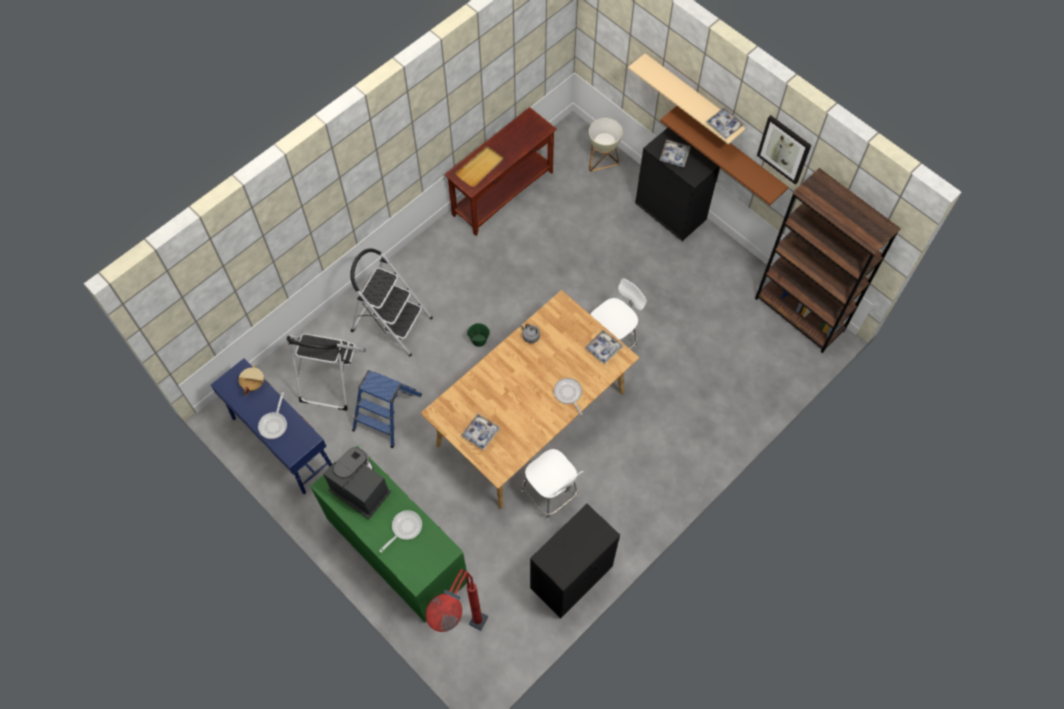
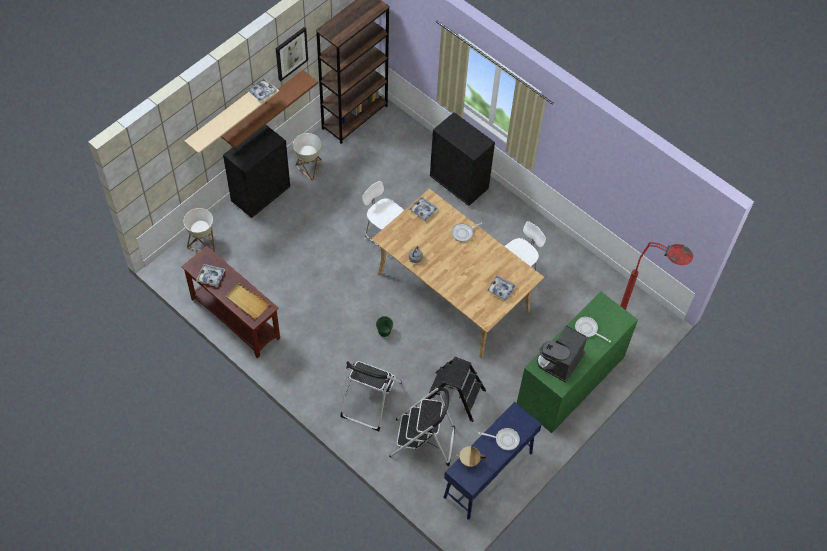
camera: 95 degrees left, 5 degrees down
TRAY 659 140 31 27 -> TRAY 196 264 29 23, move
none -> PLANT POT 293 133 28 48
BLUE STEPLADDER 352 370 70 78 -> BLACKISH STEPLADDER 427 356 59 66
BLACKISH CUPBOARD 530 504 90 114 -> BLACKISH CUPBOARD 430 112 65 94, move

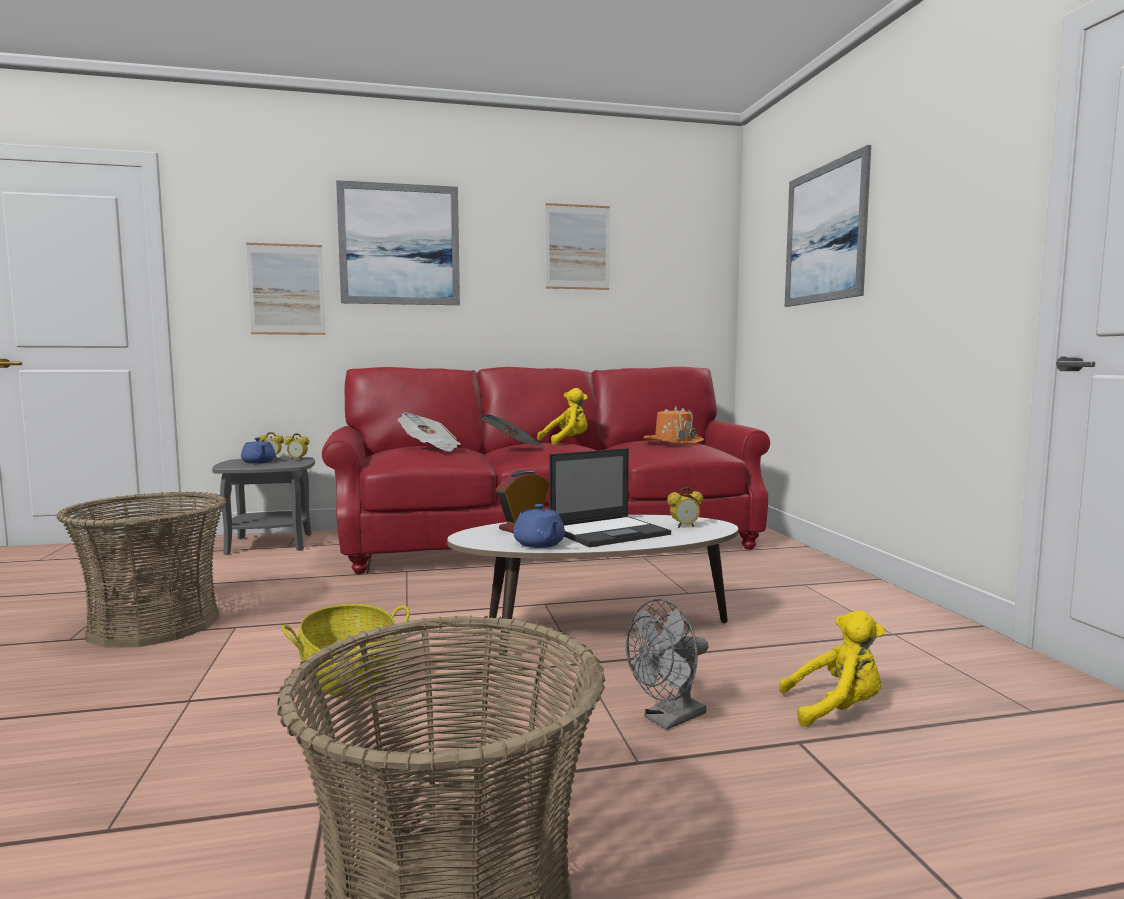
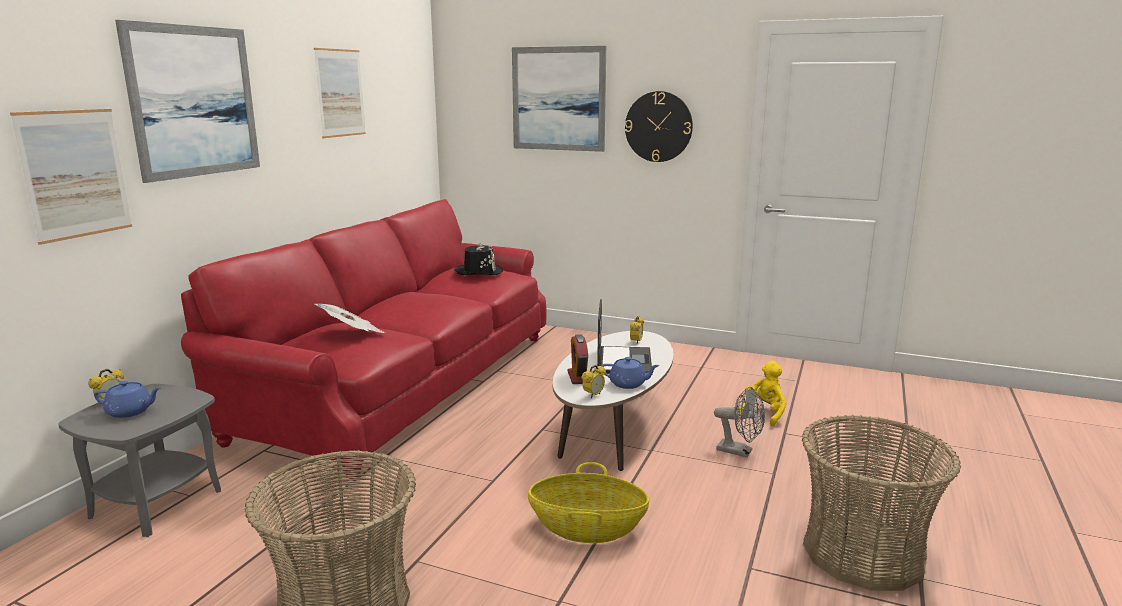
camera: 55 degrees left, 10 degrees up
ORANGEY CLOTHING HAT 643 406 61 38 -> BLACKISH CLOTHING HAT 454 242 49 33
ALARM CLOCK 285 433 24 27 -> ALARM CLOCK 582 365 24 33, move
none -> HANGING CLOCK 625 91 68 71
GREYISH FAN 626 599 83 131 -> GREYISH FAN 714 387 51 71, 60 degrees counterclockwise
NEWSPAPER 481 414 63 32 -> none
YELLOW-COLOURED PLUSH TOY 537 388 51 57 -> none

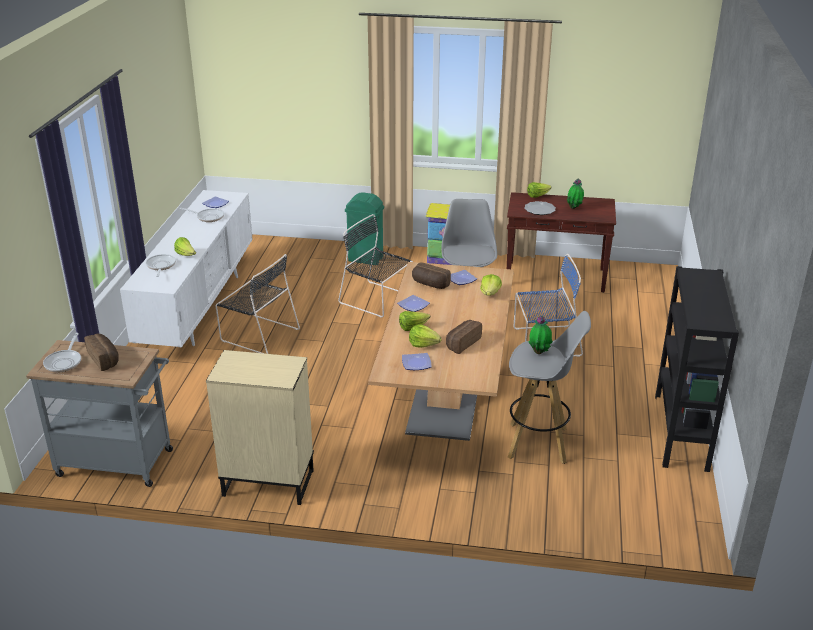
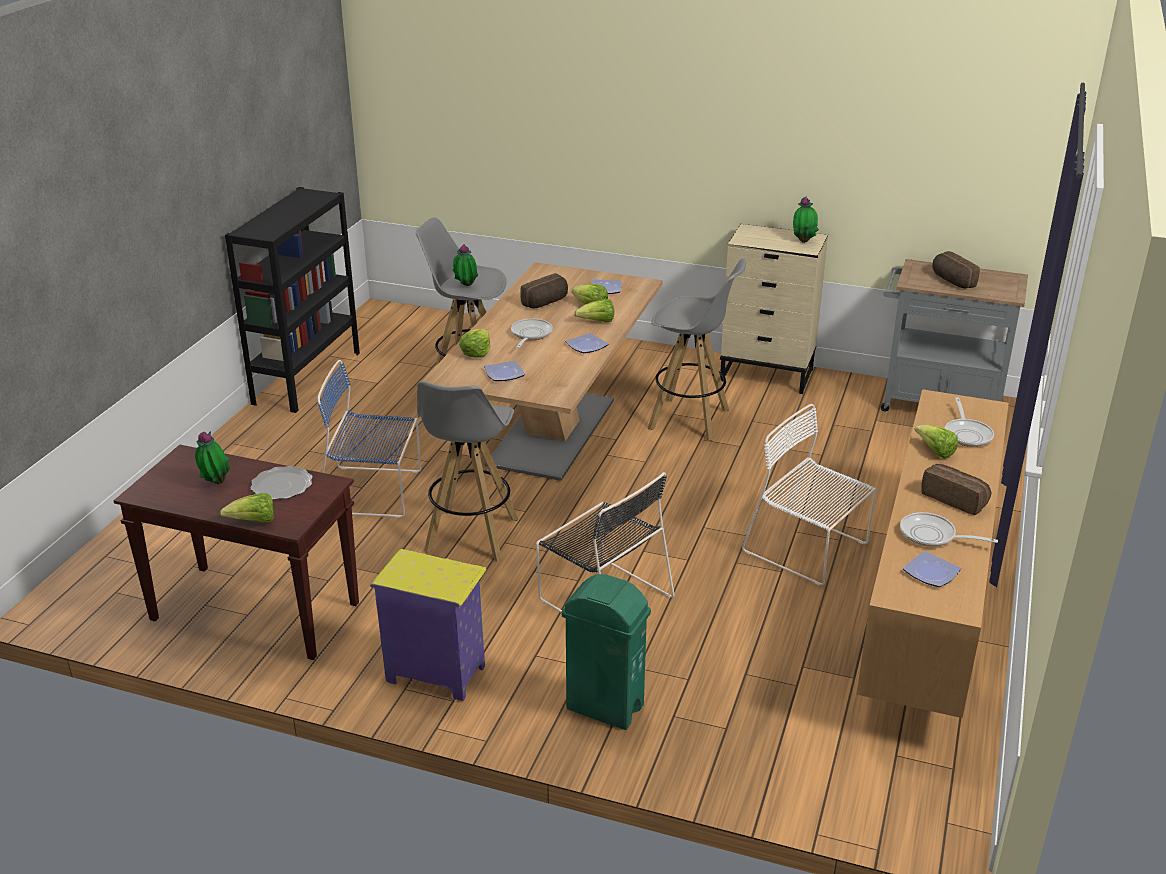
camera: 170 degrees left, 0 degrees up
PAN 43 333 38 39 -> PAN 511 318 42 30, move
none -> GREYISH STOOL 648 258 98 183
BLACKISH CHAIR 216 254 84 100 -> WHITE CHAIR 742 404 135 181
none -> POTTED PLANT 793 197 26 46
WHITE CUPBOARD 120 190 133 157 -> BROWN-COLOURED CUPBOARD 856 389 153 329
BAKERY BREAD 412 262 39 27 -> BAKERY BREAD 921 464 70 51, move

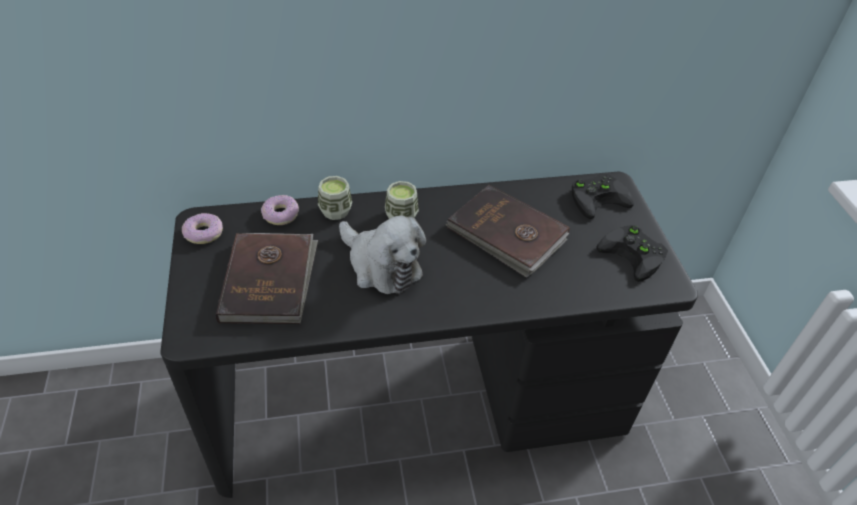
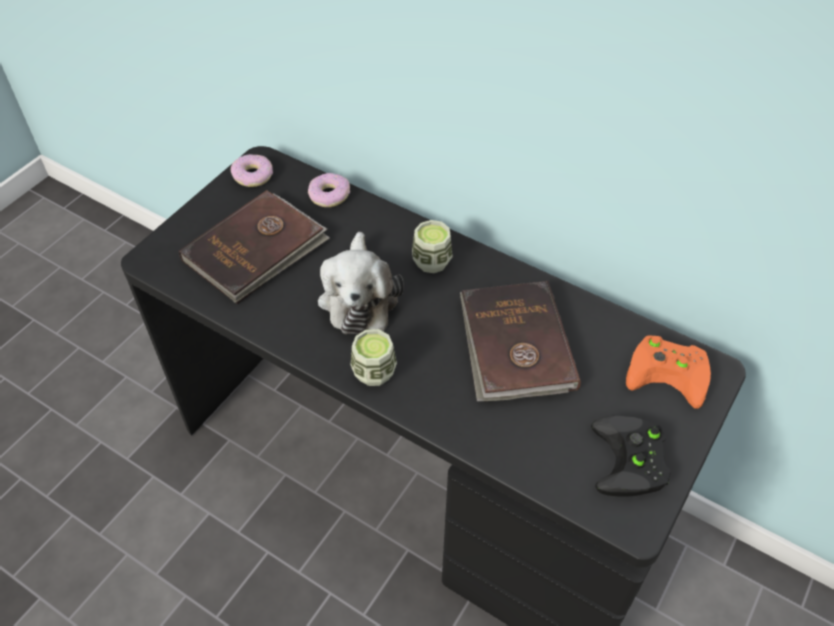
camera: 45 degrees right, 5 degrees up
SMALL CUP 318 176 34 44 -> SMALL CUP 351 329 46 57, move
BLACKISH GAMEPAD 572 174 62 45 -> ORANGEY GAMEPAD 626 335 85 74

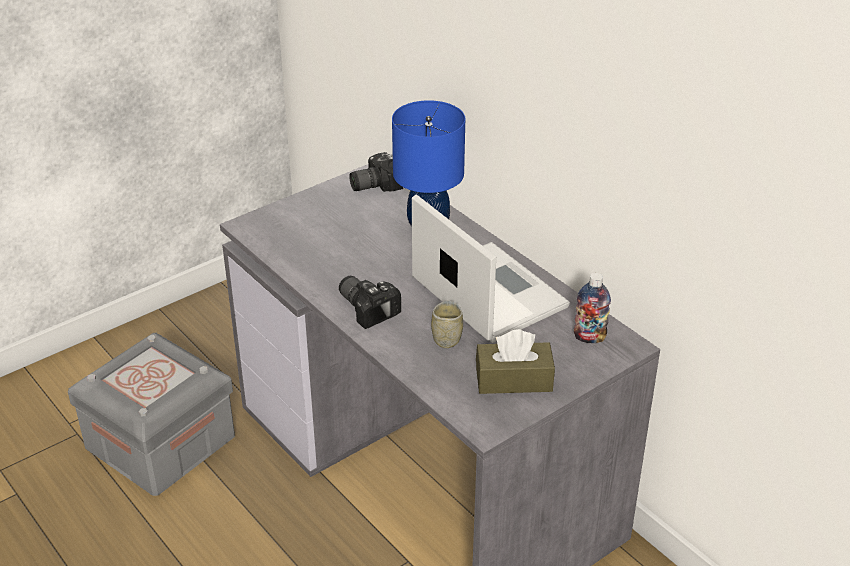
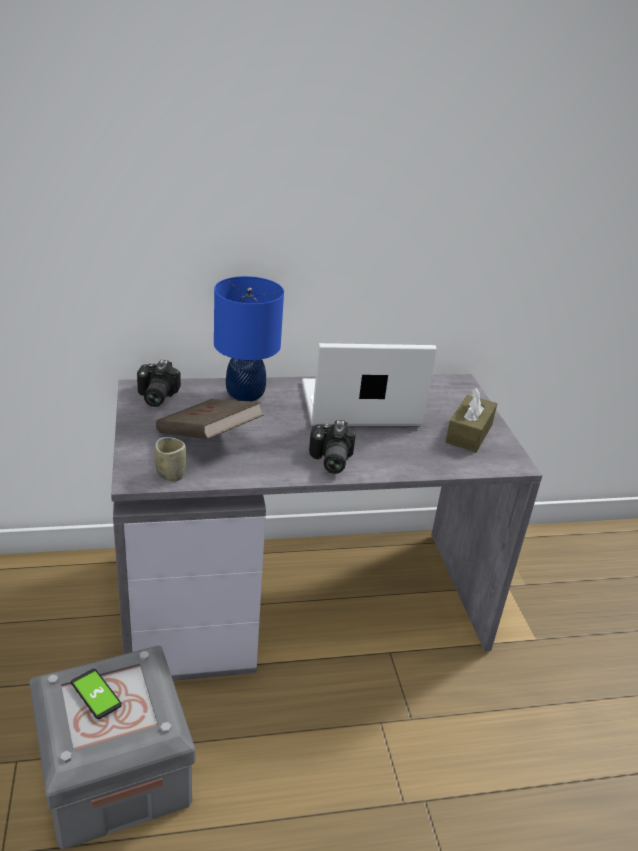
camera: 65 degrees left, 5 degrees down
none -> TELEPHONE 71 669 51 50
SMALL CUP 431 301 32 47 -> SMALL CUP 155 437 31 44, move
none -> BROWN-COLOURED BOUND BOOK 156 399 108 40
STILL CAMERA 339 276 62 53 -> STILL CAMERA 309 420 47 54, 75 degrees counterclockwise
BOTTLE 574 273 37 70 -> none

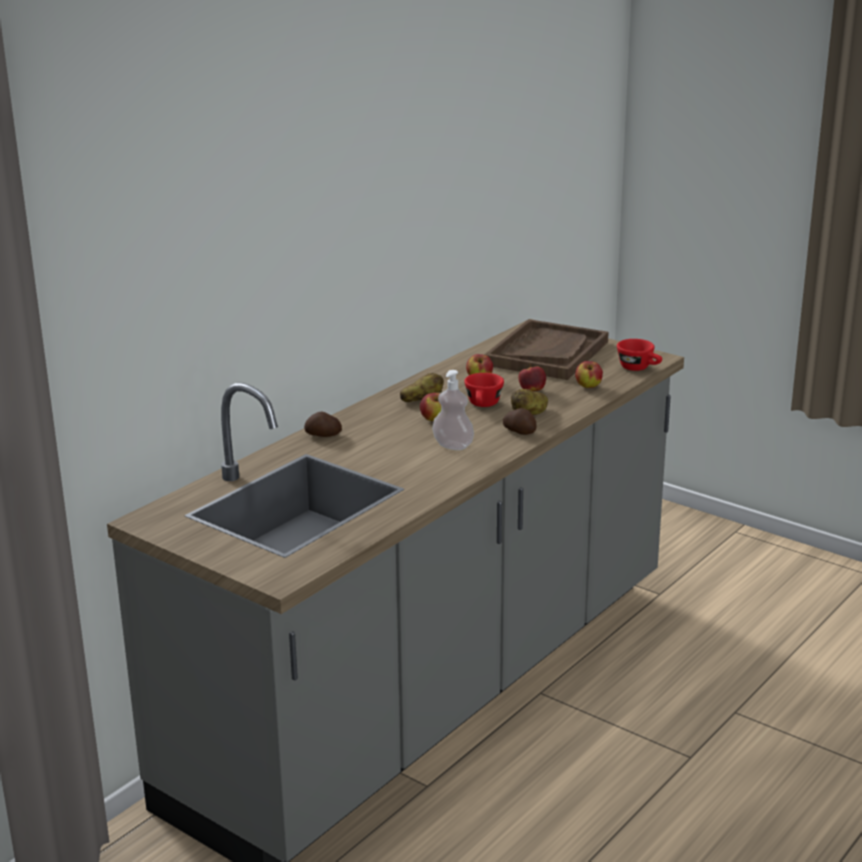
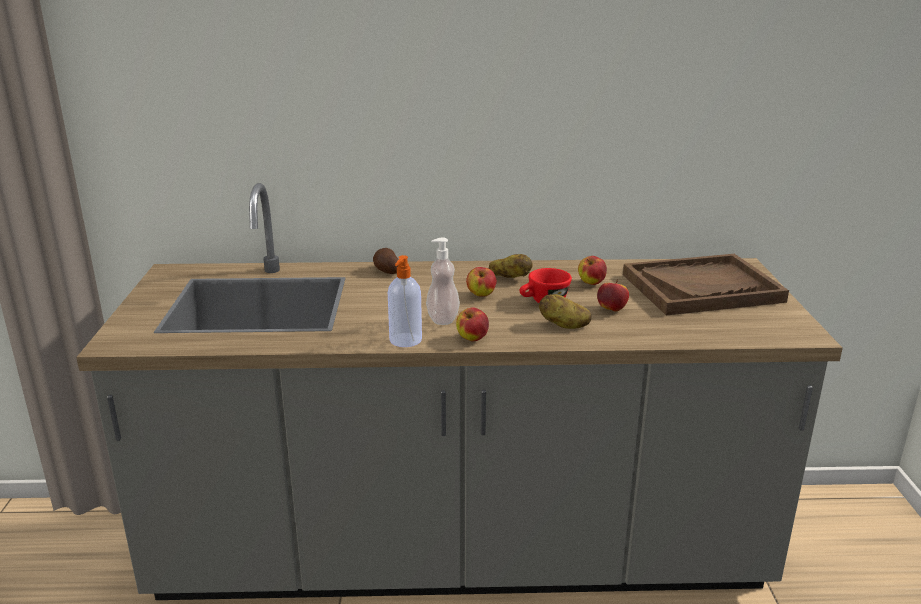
camera: 50 degrees right, 0 degrees up
none -> SOAP BOTTLE 388 255 34 92
APPLE 575 361 28 27 -> APPLE 456 307 33 34, move
POTATO 503 408 33 27 -> none
RED SMALL CUP 617 339 45 32 -> none

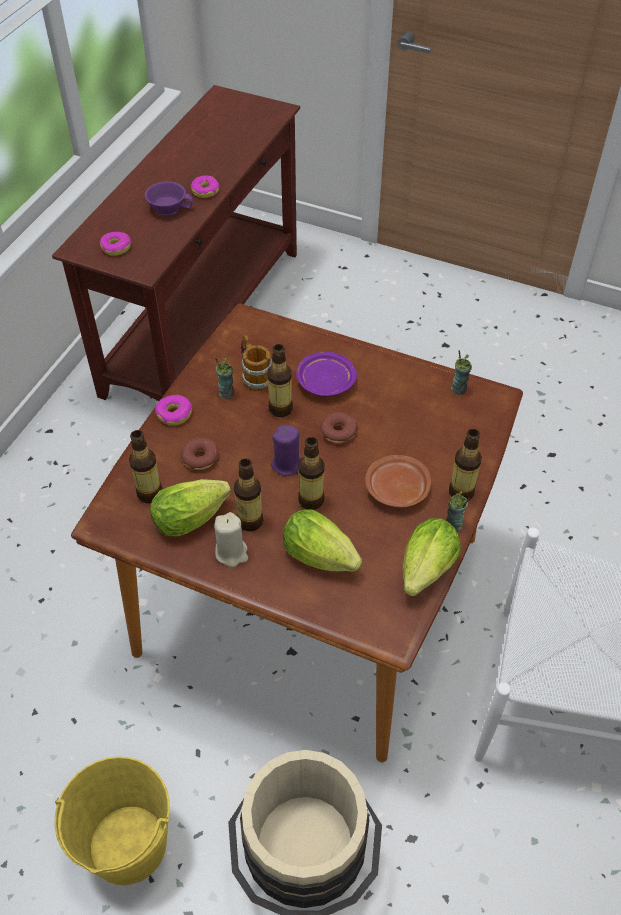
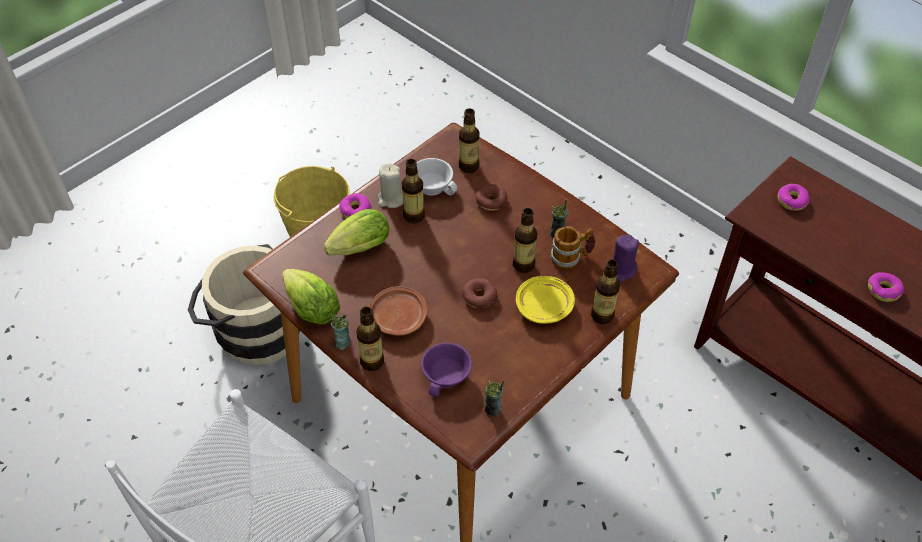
camera: 110 degrees right, 0 degrees up
DOUGHNUT 155 395 37 31 -> DOUGHNUT 339 193 33 26, move
LETTUCE HEAD 150 479 81 57 -> WHITE SMALL CUP 416 158 41 37
PURPLE-COLOURED SMALL CUP 145 181 48 34 -> PURPLE-COLOURED SMALL CUP 421 343 51 54, move
PURPLE-COLOURED DINNER PLATE 296 352 61 45 -> YELLOW-COLOURED DINNER PLATE 516 276 59 48
BOTTLE 298 437 27 73 -> BOTTLE 591 259 29 65, move
PURPLE-COLOURED CANDLE 271 425 31 51 -> PURPLE-COLOURED CANDLE 613 235 26 47, move

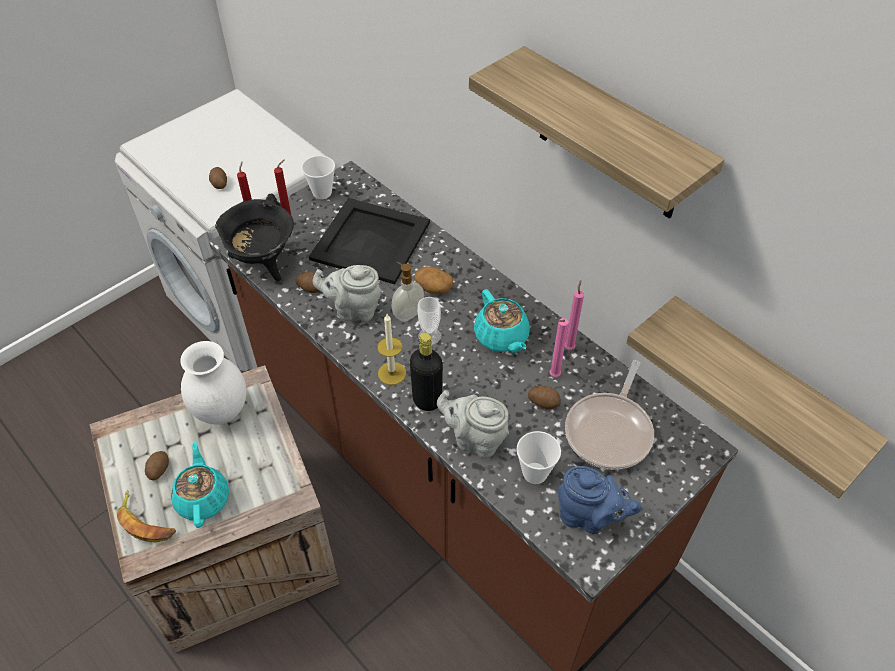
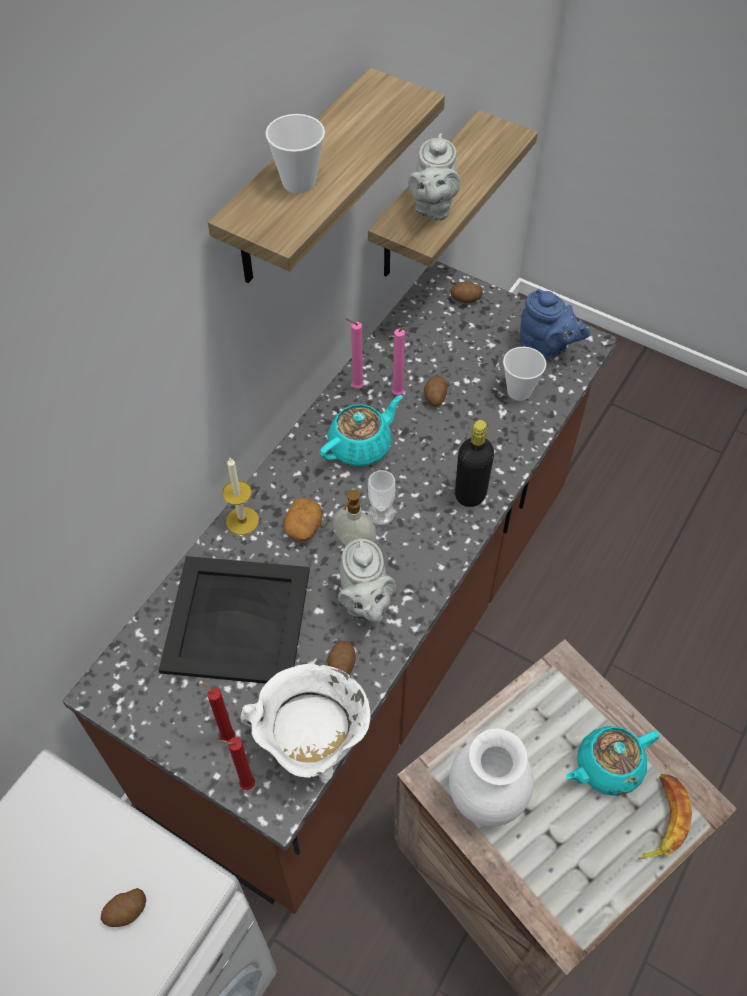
camera: 105 degrees left, 5 degrees up
CANDLE 377 314 29 71 -> CANDLE 222 458 37 77, move
BLACKISH SAUCEPOT 215 194 79 87 -> WHITE SAUCEPOT 240 664 130 117
SMALL CUP 301 156 34 43 -> SMALL CUP 266 114 59 79, move
GREYISH POT FOR TEA 437 390 72 69 -> GREYISH POT FOR TEA 408 133 52 88, move
POTATO 145 451 24 29 -> POTATO 450 281 33 22, move
BLUE POT FOR TEA 558 466 83 68 -> BLUE POT FOR TEA 520 289 70 71, 120 degrees clockwise
PAN 565 360 89 110 -> none

